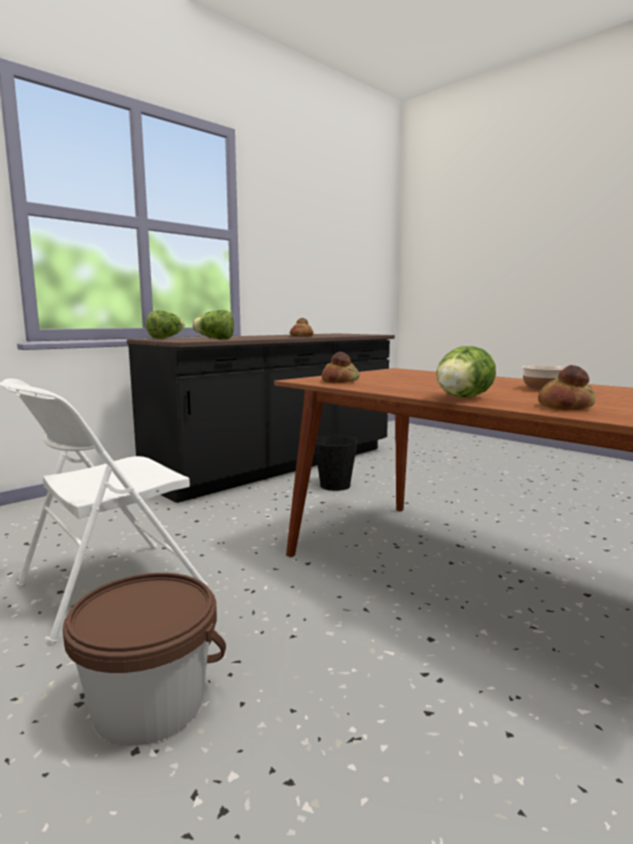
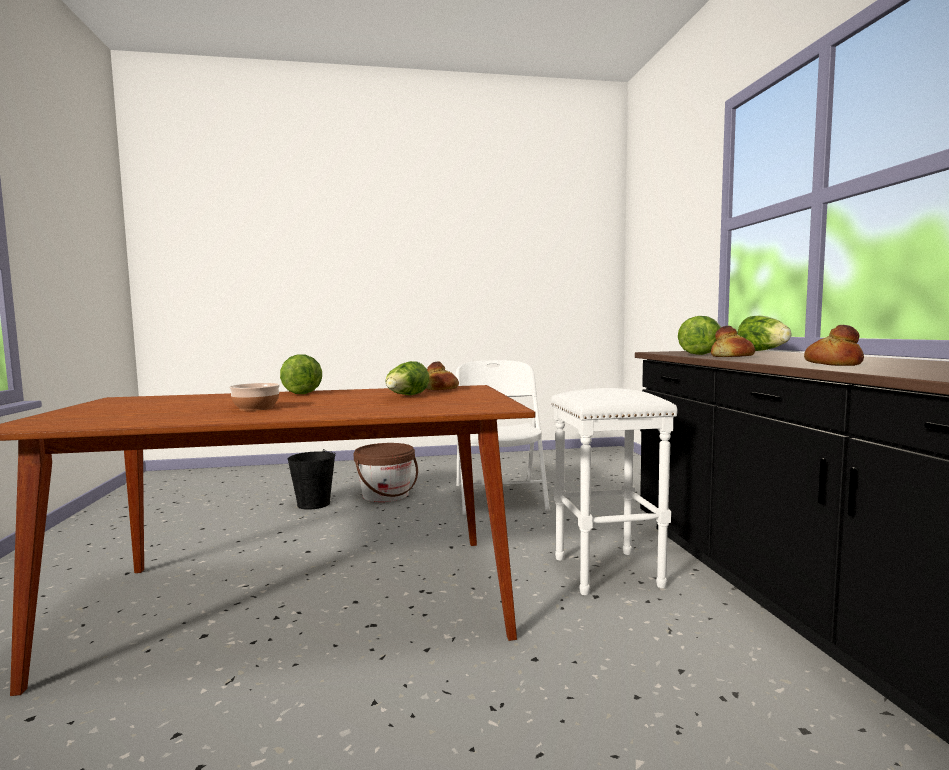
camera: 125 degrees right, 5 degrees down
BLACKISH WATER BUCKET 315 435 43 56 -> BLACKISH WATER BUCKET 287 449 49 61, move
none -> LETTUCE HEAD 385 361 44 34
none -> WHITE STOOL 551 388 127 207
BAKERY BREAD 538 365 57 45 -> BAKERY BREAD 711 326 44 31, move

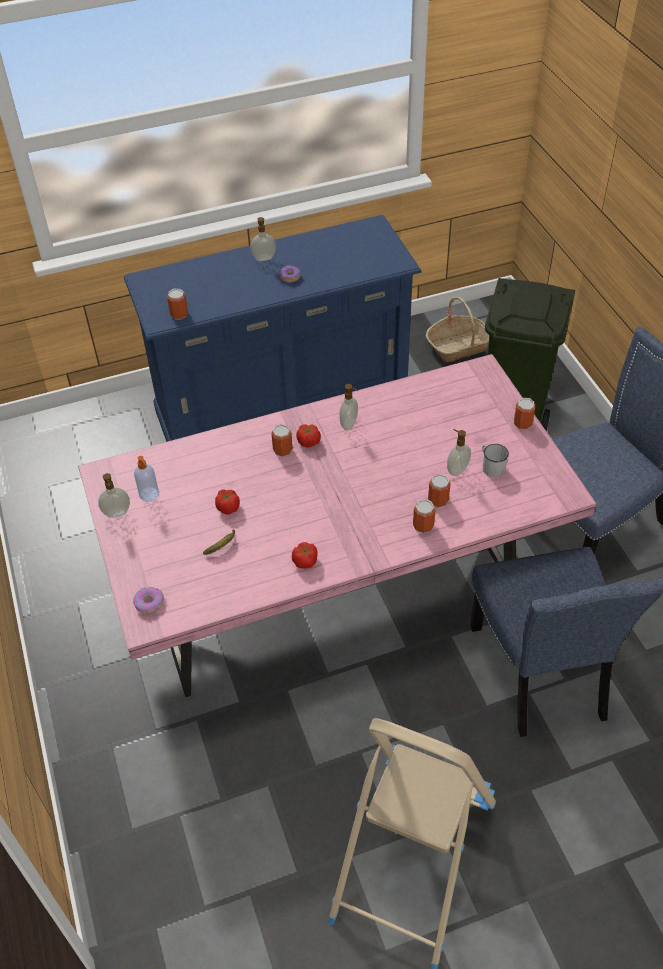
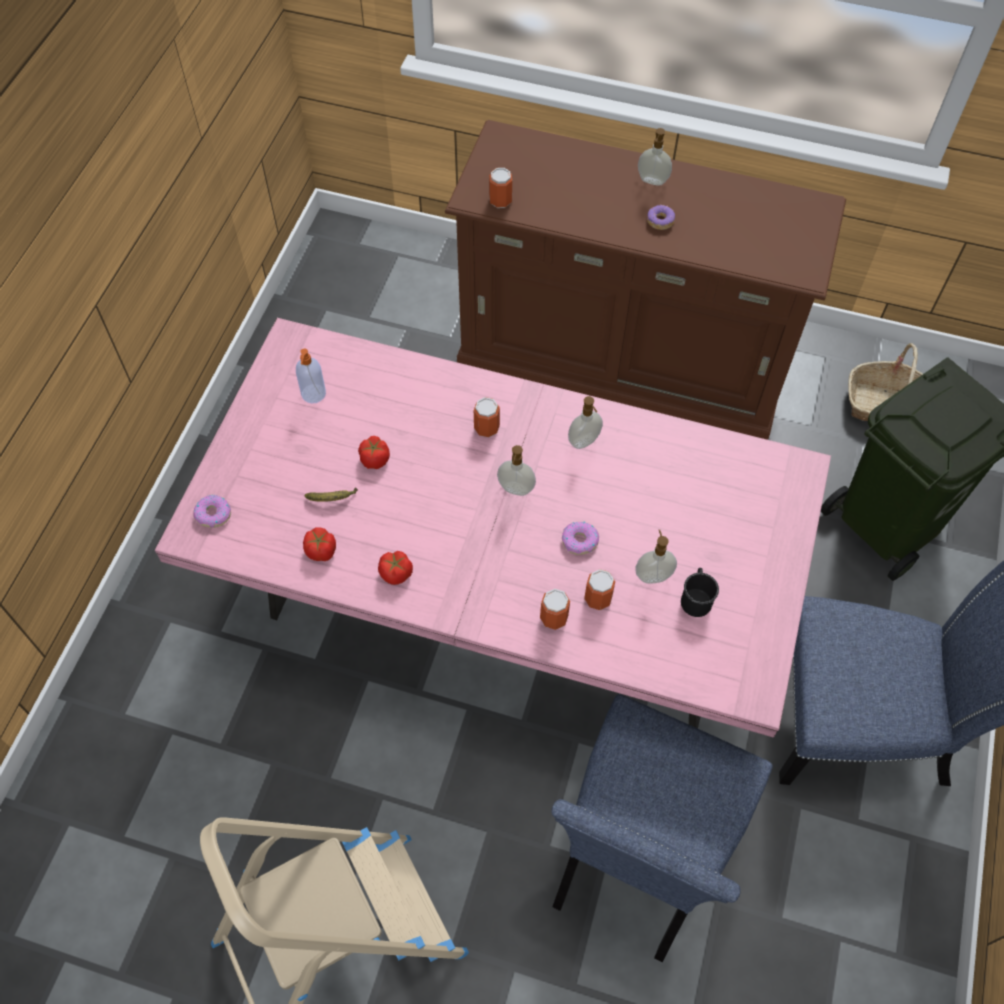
camera: 35 degrees right, 10 degrees up
WHOLE TOMATO 296 424 25 23 -> WHOLE TOMATO 303 527 33 34, move
BLUE CUPBOARD 124 215 297 227 -> BROWN-COLOURED CUPBOARD 445 120 401 320
SOAP BOTTLE 98 473 32 45 -> SOAP BOTTLE 497 445 39 51, move
none -> DOUGHNUT 562 522 37 33
WHITE COFFEE MUG 482 444 27 33 -> BLACKISH COFFEE MUG 681 568 38 49
SEALED CAN 514 398 21 32 -> none

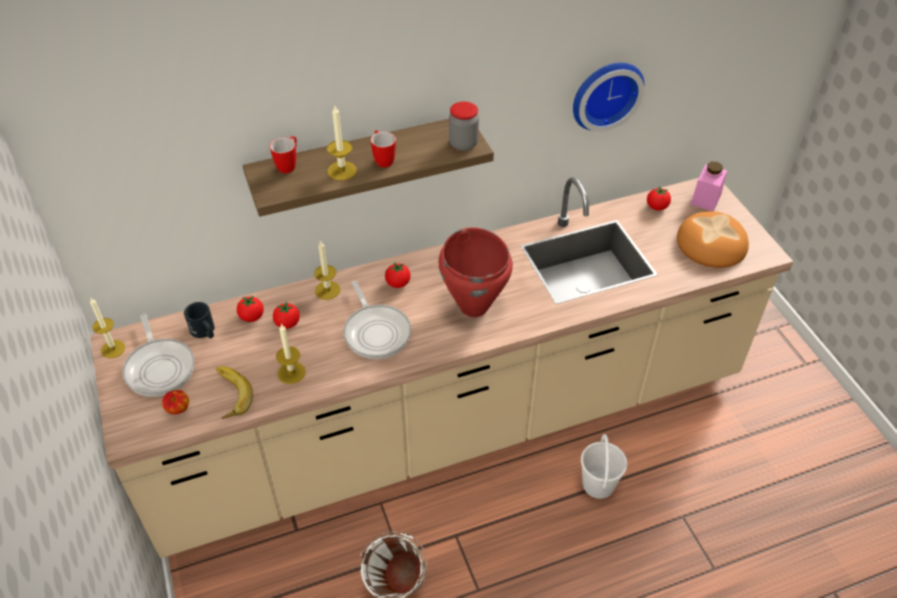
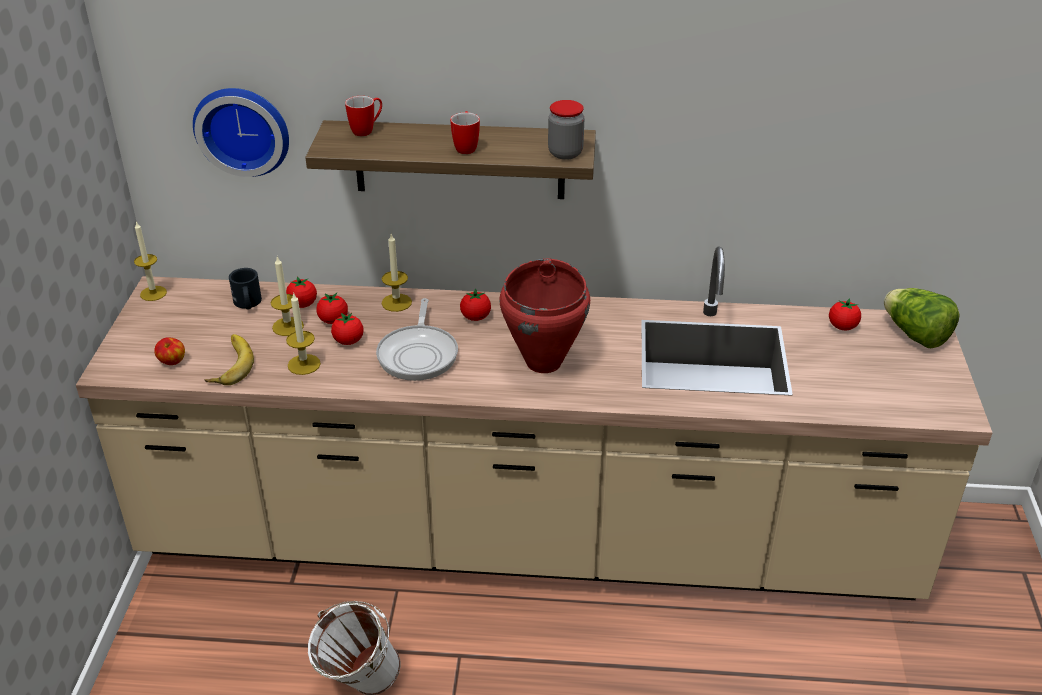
camera: 25 degrees right, 10 degrees down
HANGING CLOCK 573 63 71 69 -> HANGING CLOCK 193 88 96 89, move
CANDLE 327 106 30 74 -> CANDLE 271 257 33 79, move
none -> WHOLE TOMATO 331 313 33 32
PINKISH JAR 690 162 37 49 -> LETTUCE HEAD 884 288 76 60
PAN 122 314 72 83 -> none
WHITE WATER BUCKET 581 434 46 65 -> none
BAKERY BREAD 677 211 72 57 -> none

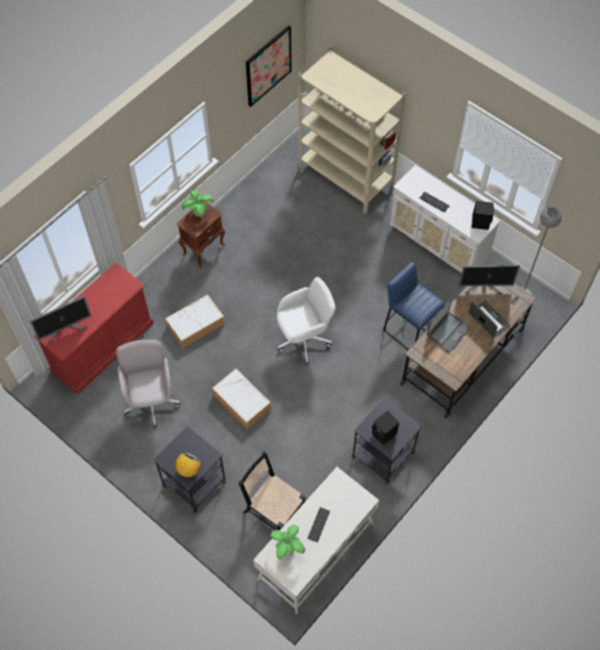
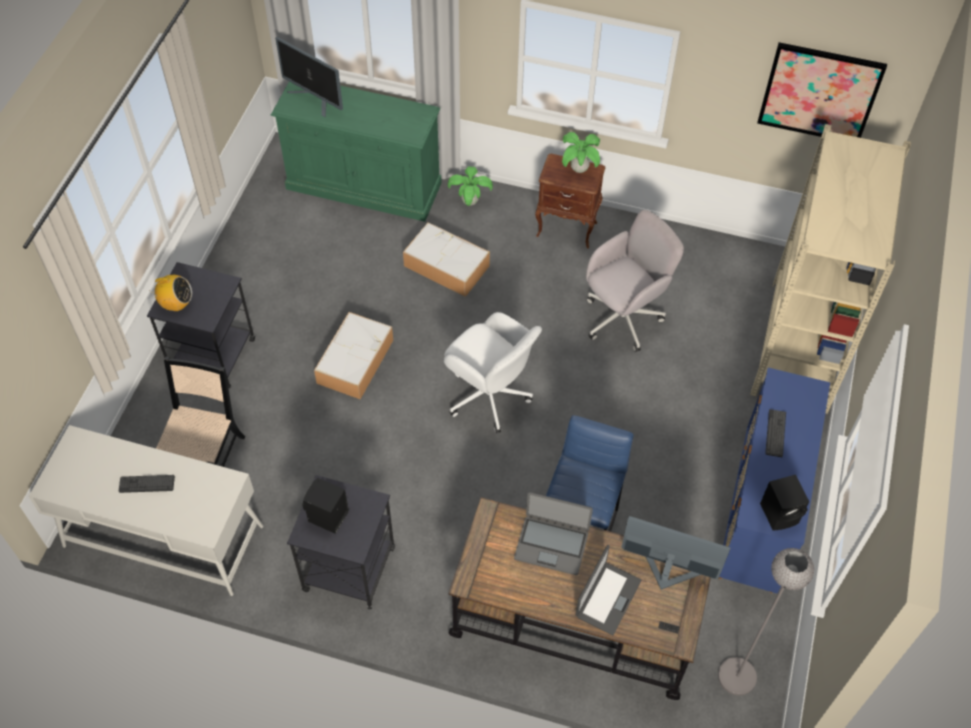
camera: 65 degrees right, 5 degrees down
RED CUPBOARD 34 263 119 132 -> GREEN-COLOURED CUPBOARD 271 82 171 140
POTTED PLANT 270 525 35 35 -> POTTED PLANT 448 166 45 40, move
GREYISH DESK CHAIR 116 339 64 89 -> GREYISH DESK CHAIR 586 210 98 142, move
COMPUTER DISPLAY 459 265 61 30 -> COMPUTER DISPLAY 621 516 109 74, 135 degrees clockwise
WHITE CUPBOARD 389 165 111 108 -> BLUE CUPBOARD 719 368 111 226

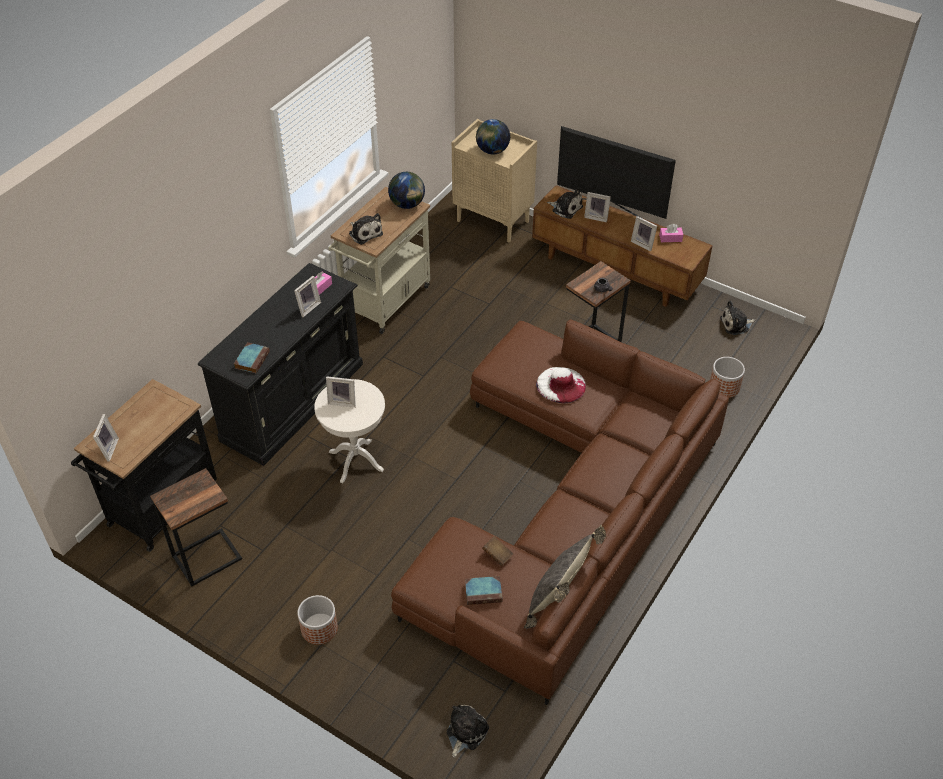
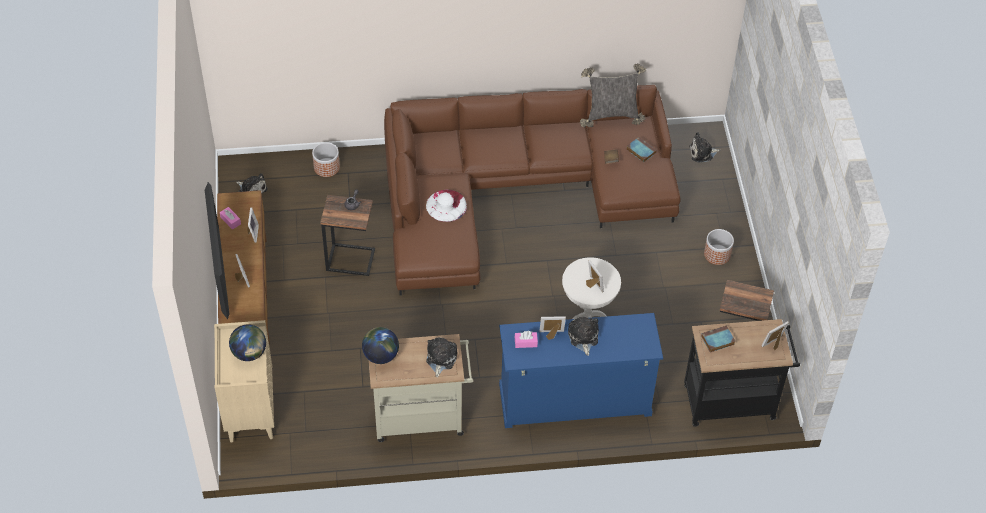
camera: 130 degrees left, 5 degrees up
BLACKISH CUPBOARD 198 263 165 203 -> BLUE CUPBOARD 499 313 164 115
PLUSH TOY 547 188 36 31 -> PLUSH TOY 568 317 31 39, move
BOUND BOOK 234 342 36 31 -> BOUND BOOK 701 325 34 27, move

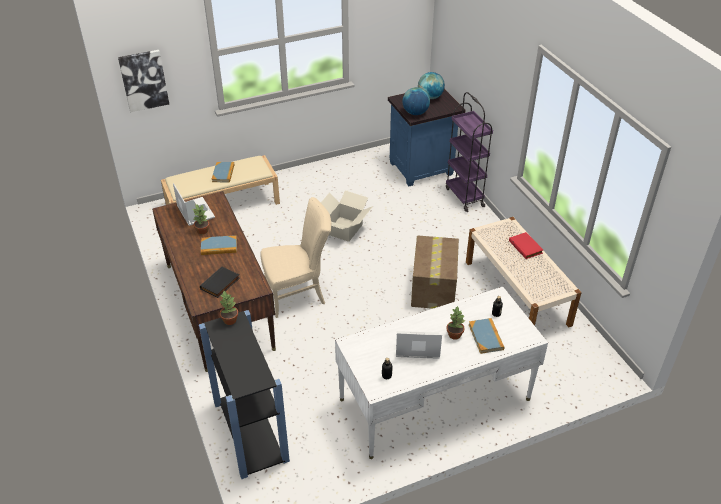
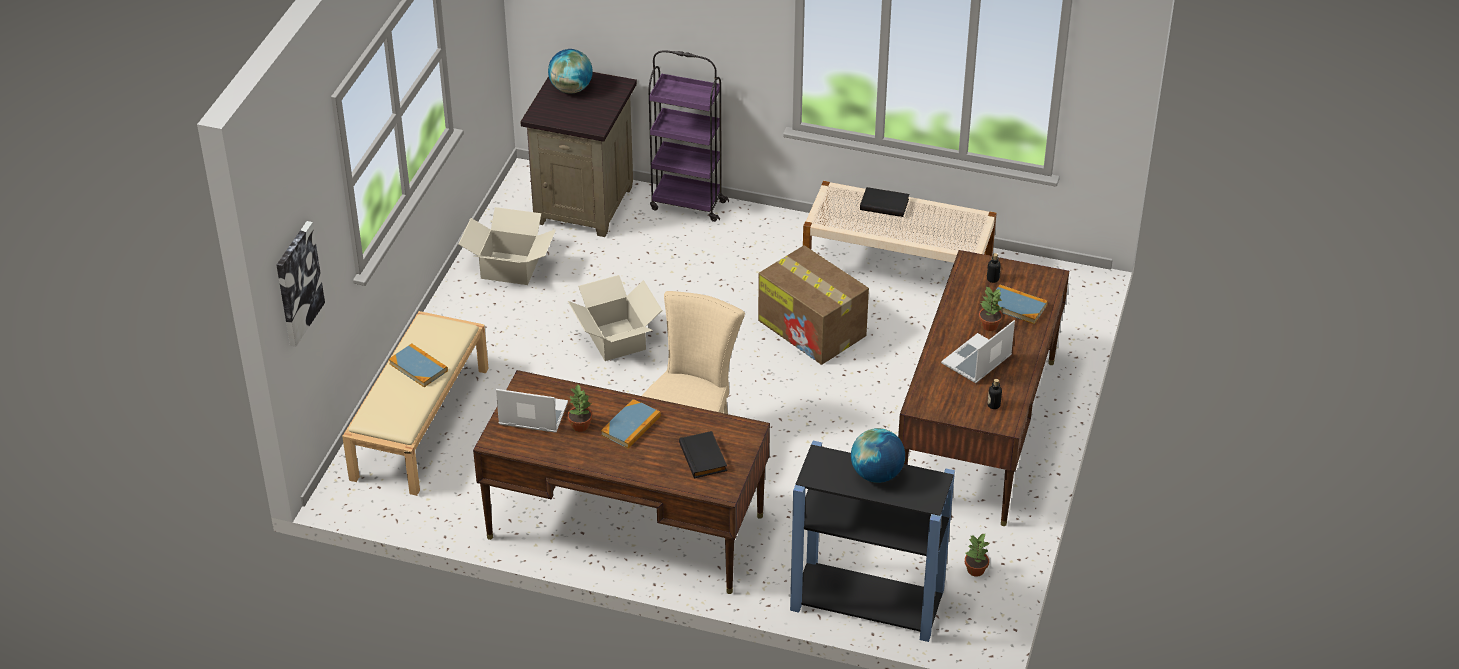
camera: 50 degrees left, 0 degrees up
none -> PACKING BOX 459 207 97 78
BLUE CUPBOARD 388 89 77 97 -> BEIGE CUPBOARD 520 72 117 165
WORLD GLOBE 403 87 27 28 -> WORLD GLOBE 851 428 54 55, move
RED BOUND BOOK 509 232 34 27 -> BLACKISH BOUND BOOK 860 187 49 30
WHITE DESK UNIT 335 287 213 172 -> BROWN-COLOURED DESK UNIT 898 250 171 276
POTTED PLANT 219 291 19 34 -> POTTED PLANT 965 533 25 44, move

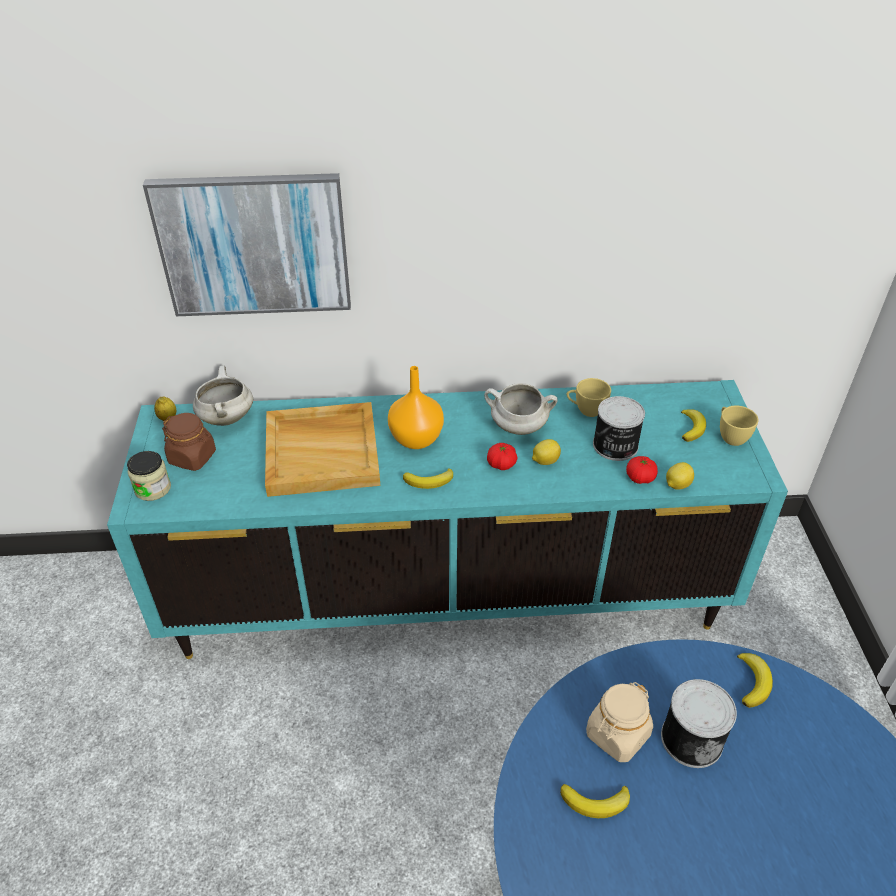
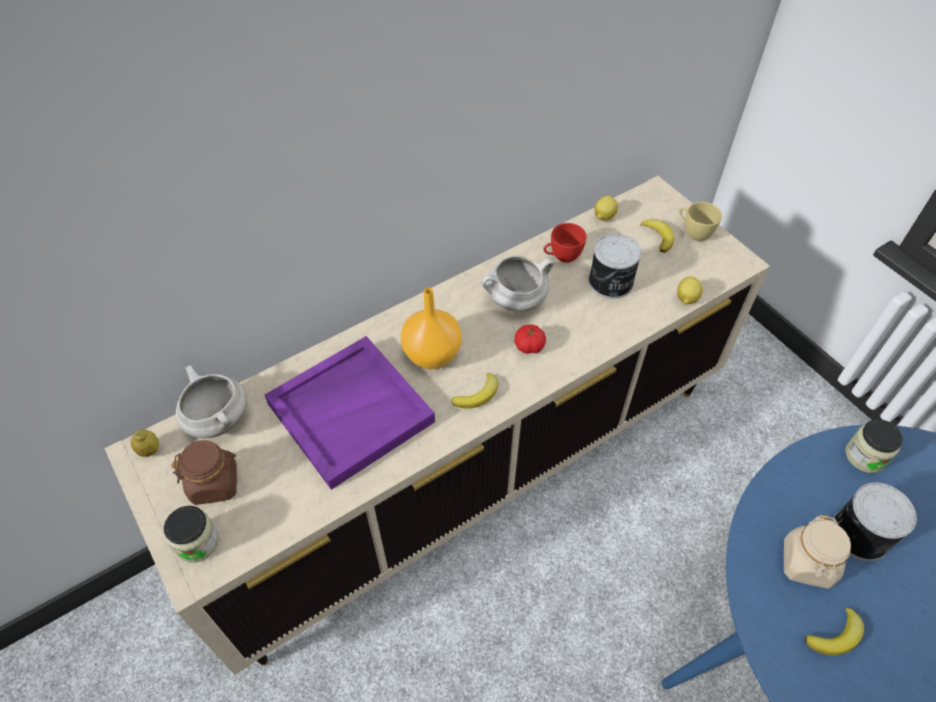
camera: 30 degrees left, 10 degrees up
TURQUOISE CUPBOARD 107 380 681 279 -> BEIGE CUPBOARD 105 176 665 499
BEIGE TRAY 265 402 115 95 -> PURPLE-COLOURED TRAY 265 336 170 154
YELLOW-COLOURED SMALL CUP 567 378 44 39 -> RED SMALL CUP 544 223 43 40
CITRUS FRUIT 532 439 29 26 -> CITRUS FRUIT 594 195 24 26, move
WHOLE BANANA 737 653 36 55 -> JAR 845 419 58 54
WALL ART 143 173 208 143 -> none
WHOLE TOMATO 626 456 32 28 -> none

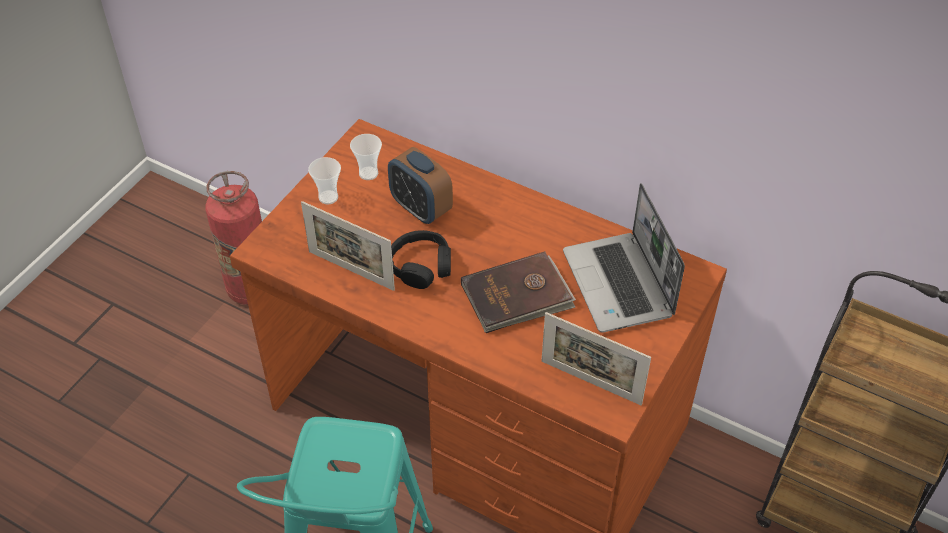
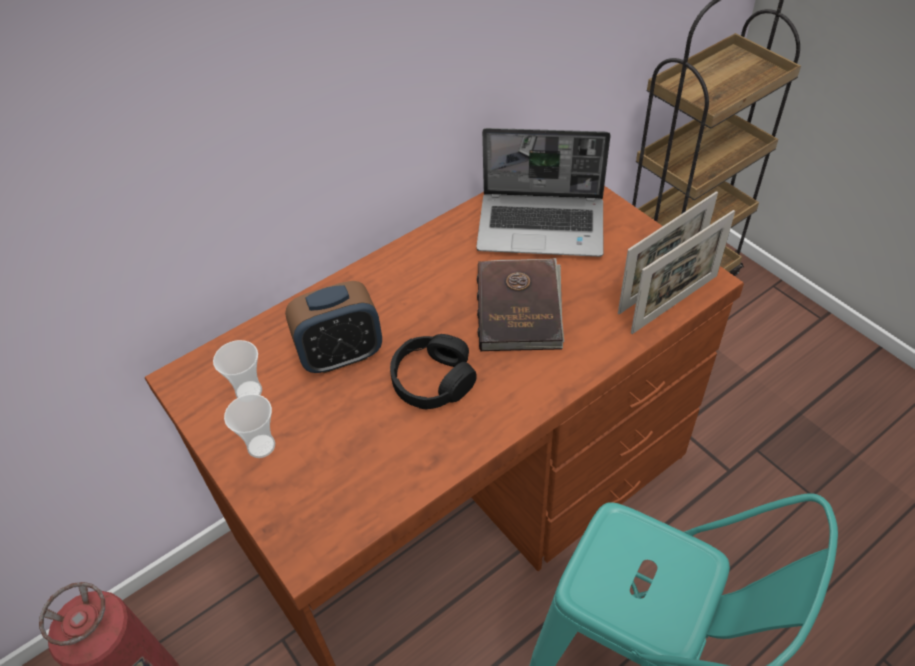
camera: 65 degrees left, 0 degrees up
PHOTO FRAME 301 201 94 90 -> PHOTO FRAME 631 210 104 124, move

